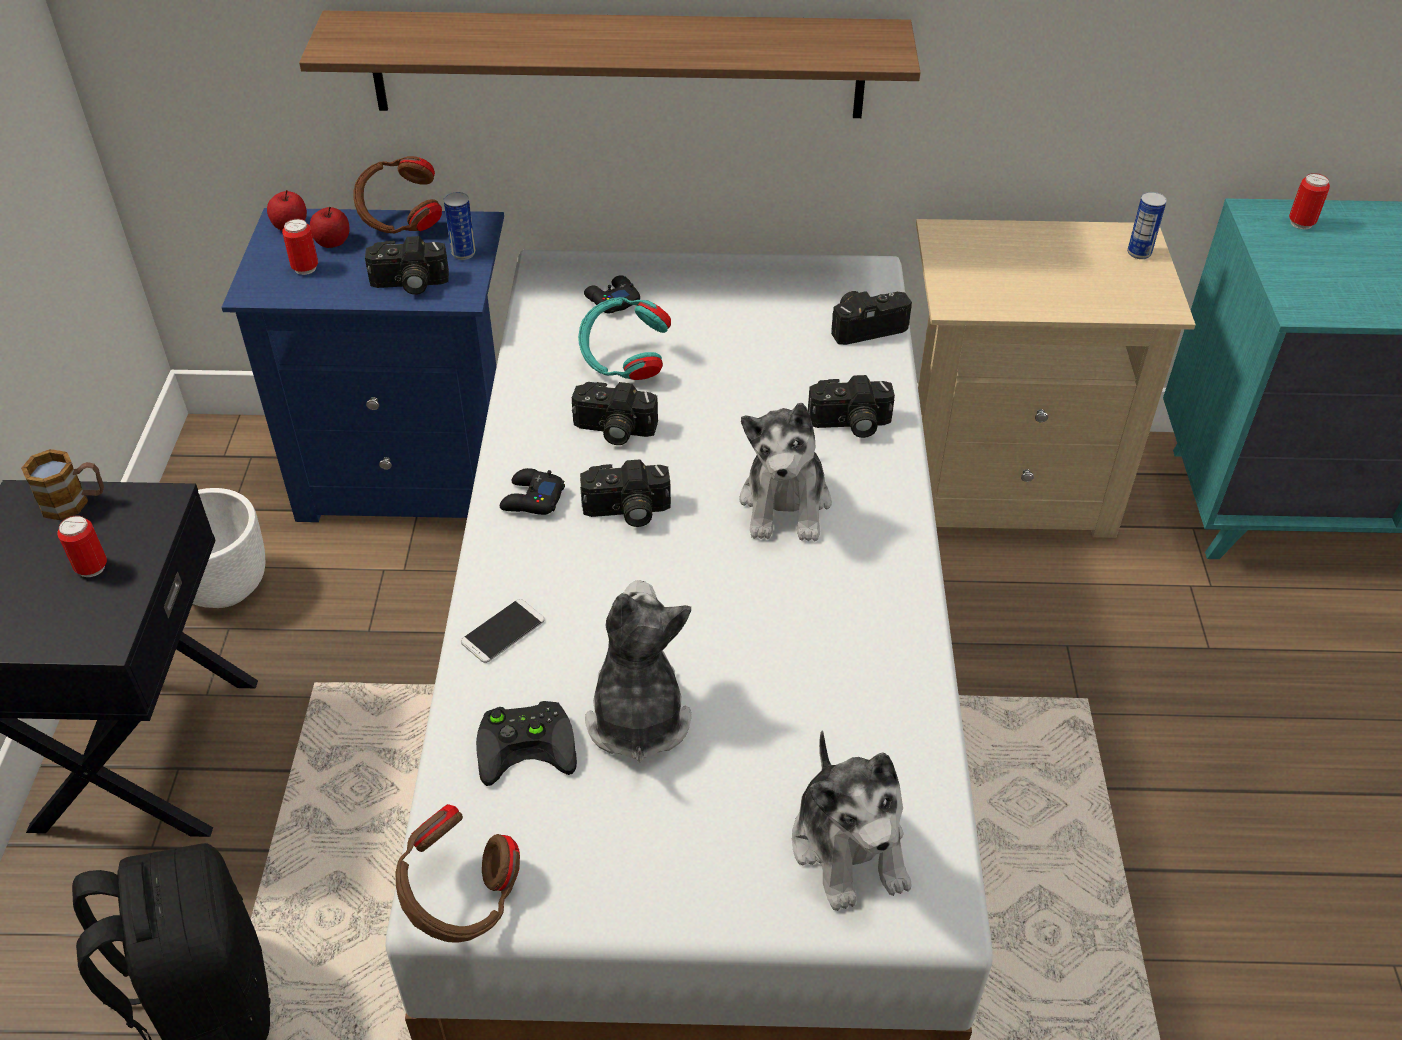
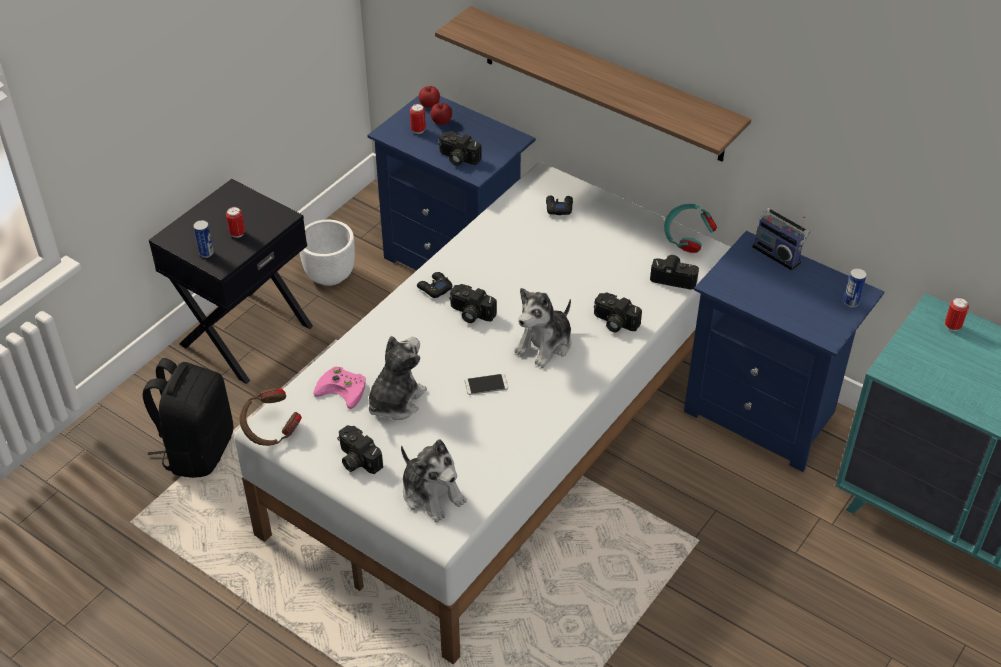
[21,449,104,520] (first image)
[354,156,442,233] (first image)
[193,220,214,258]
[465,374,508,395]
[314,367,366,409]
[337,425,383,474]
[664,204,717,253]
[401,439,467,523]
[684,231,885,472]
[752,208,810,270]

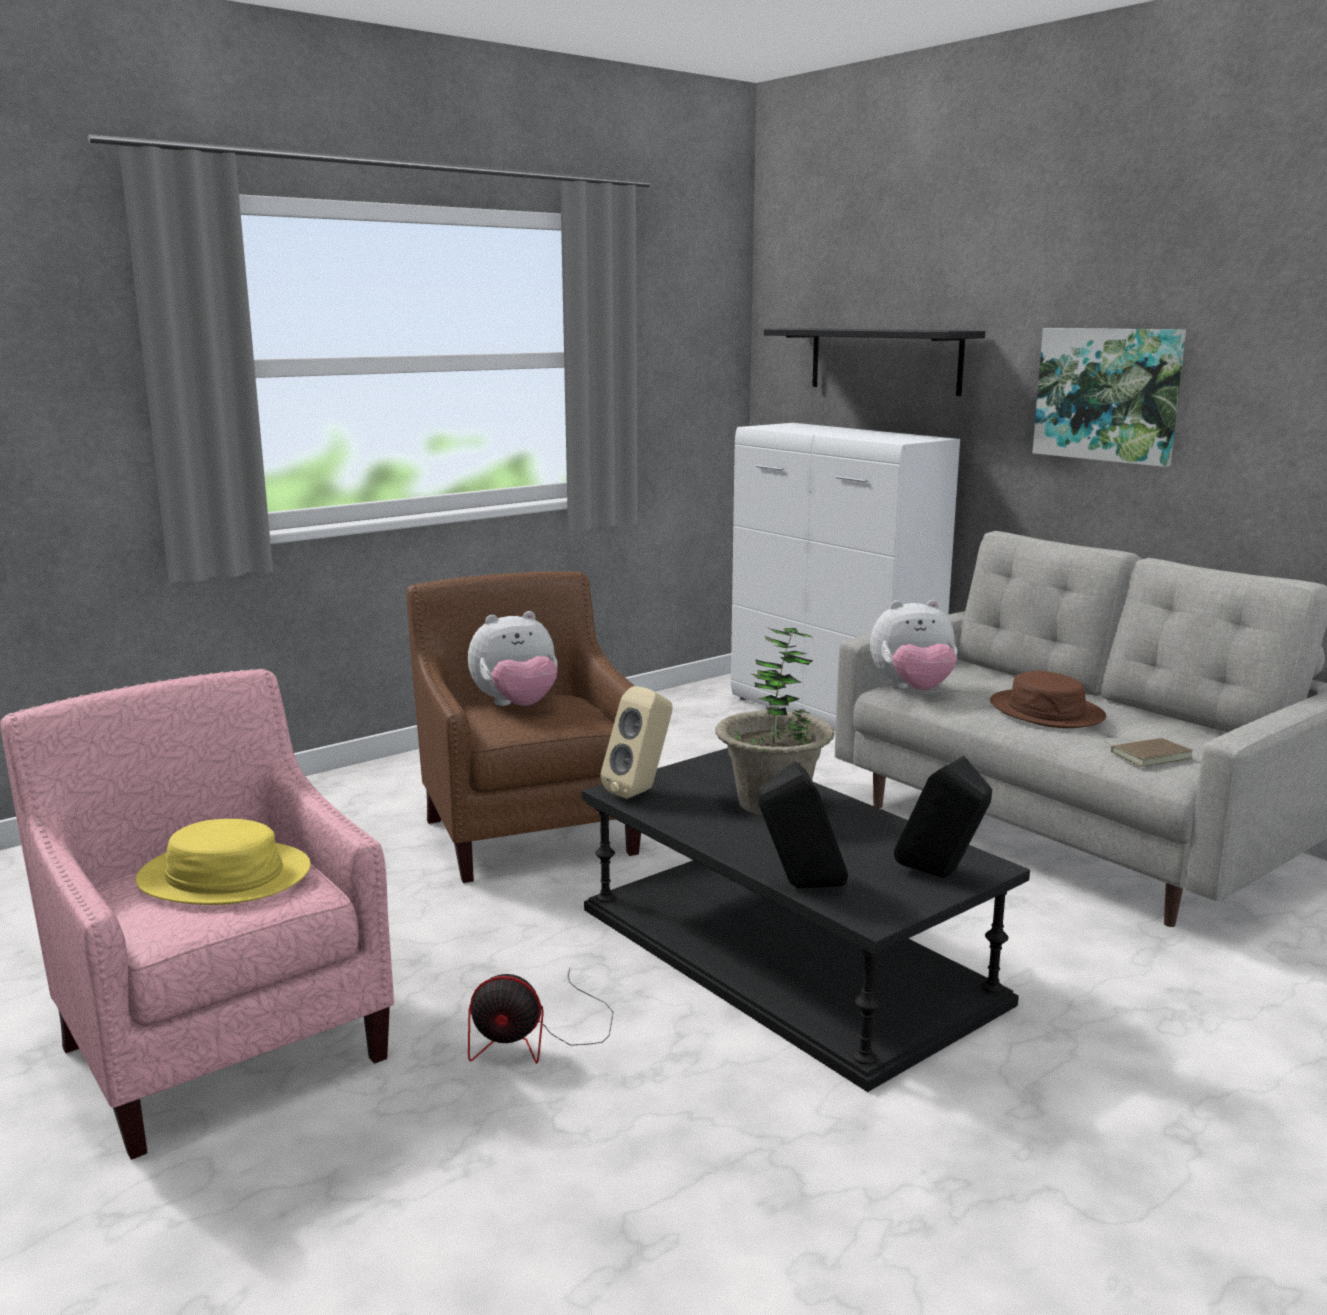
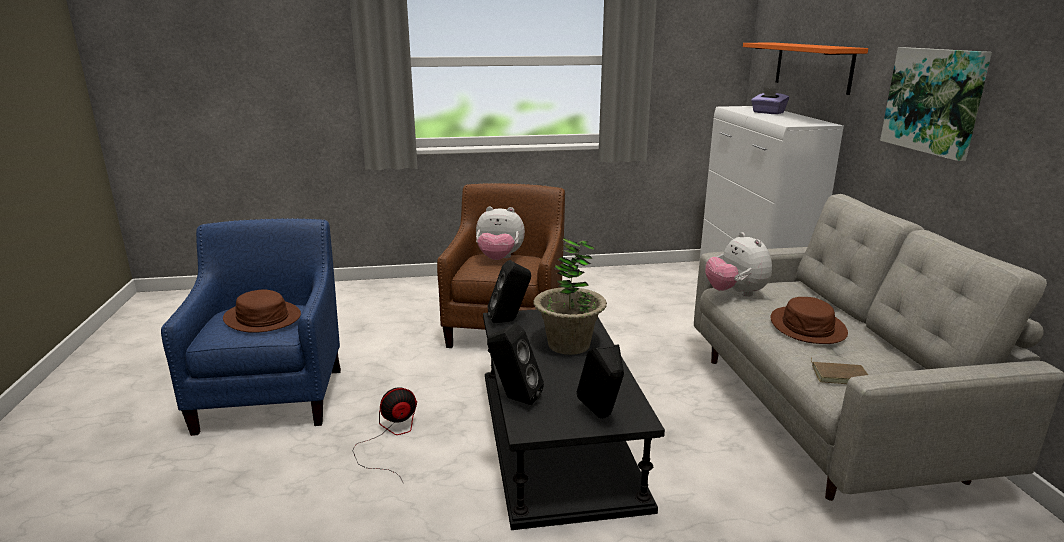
[161,218,341,436]
[223,290,301,333]
[353,387,417,482]
[487,260,531,323]
[743,43,868,95]
[705,232,772,297]
[751,87,789,114]

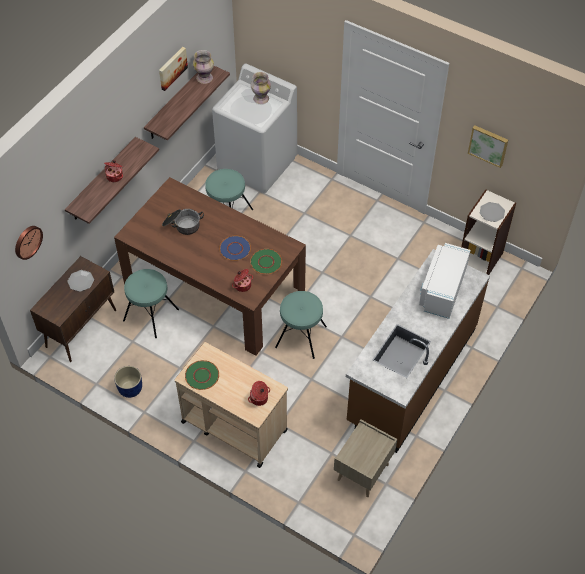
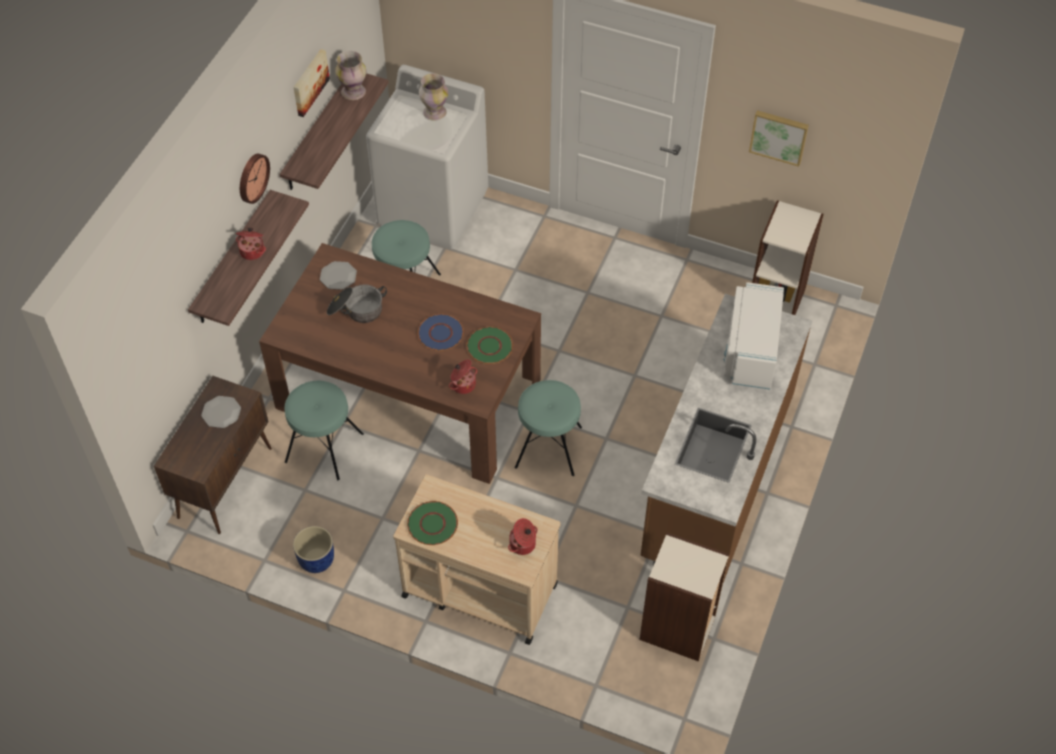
[240,154,270,204]
[639,533,730,662]
[320,261,357,290]

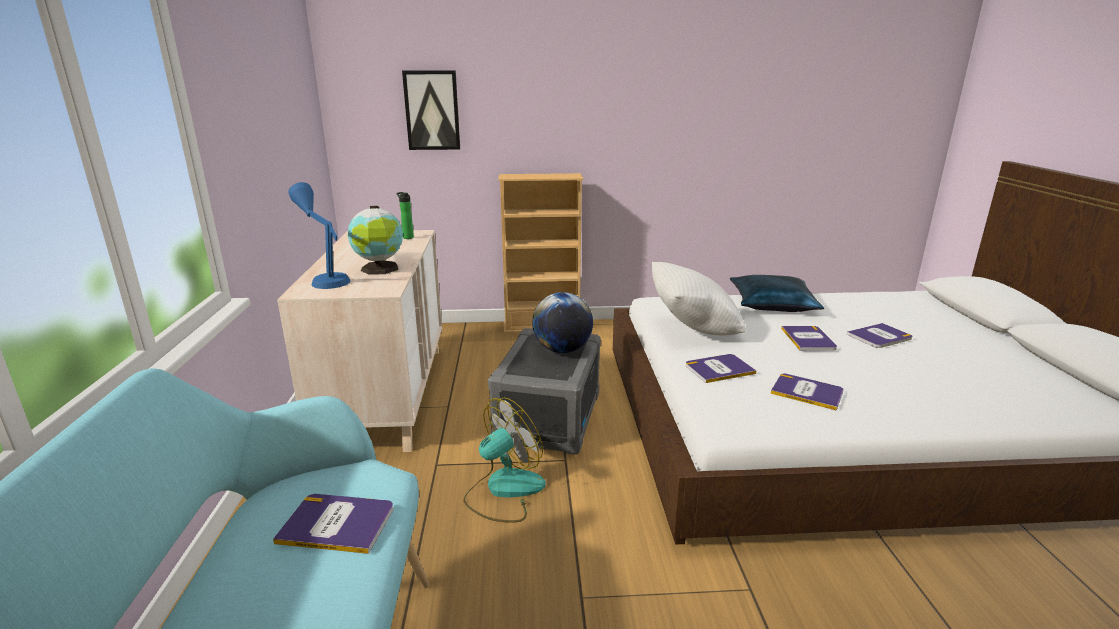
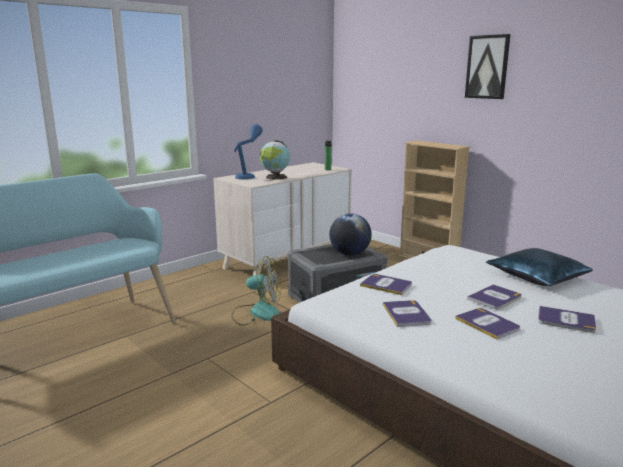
[455,308,520,339]
[465,34,511,99]
[652,262,746,335] (first image)

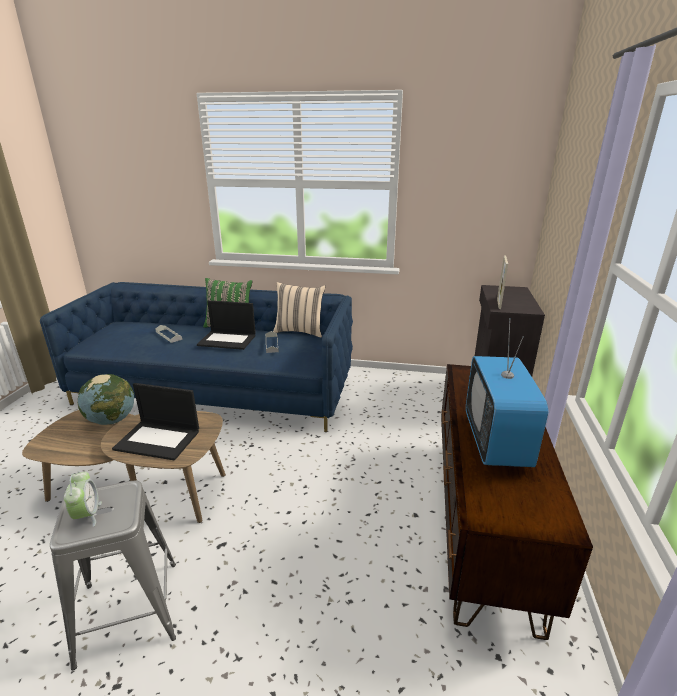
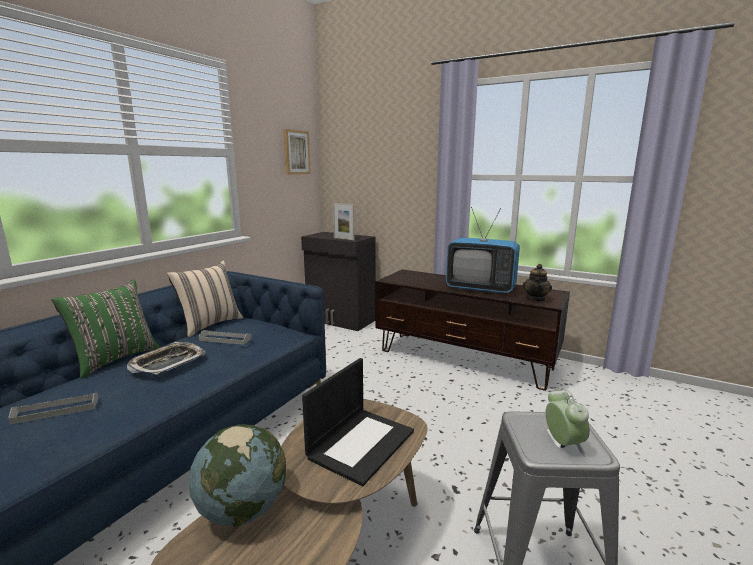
[546,388,590,457]
[127,342,206,375]
[283,129,311,175]
[523,264,552,302]

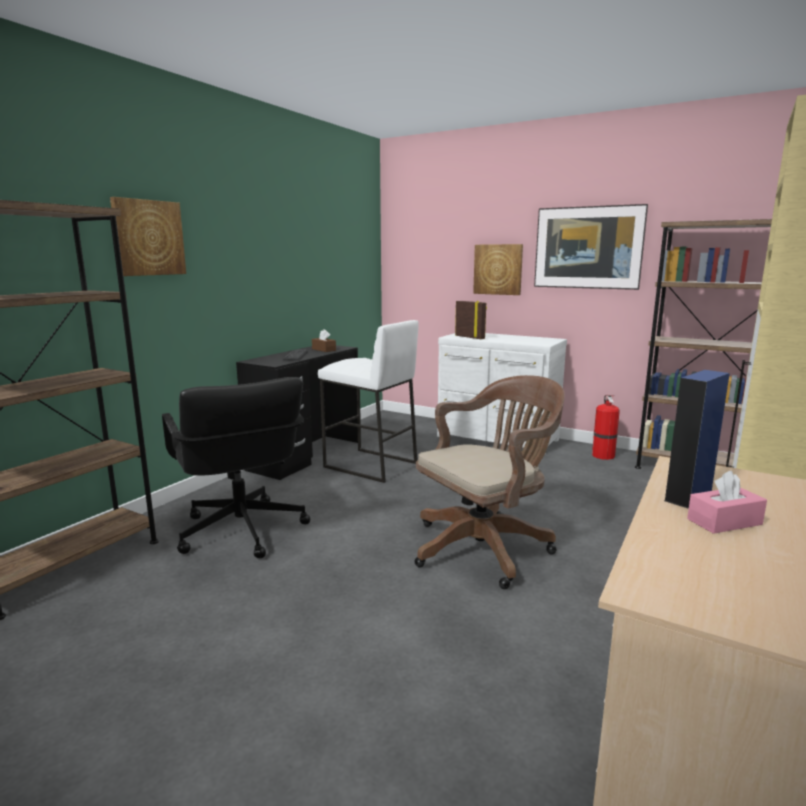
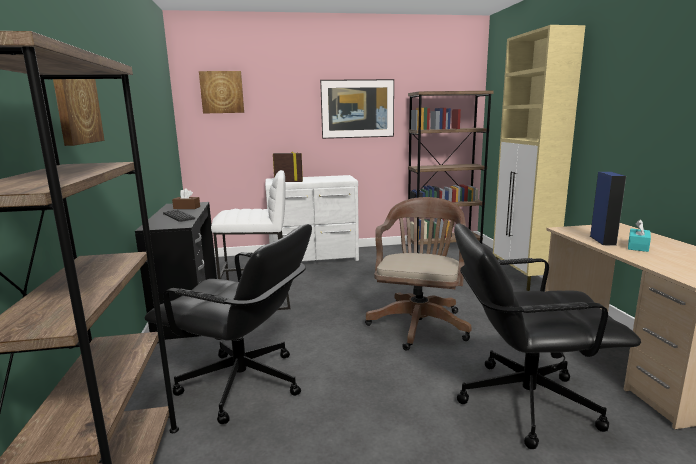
[199,71,244,114]
[592,395,620,460] (first image)
[628,219,651,252]
[454,223,641,449]

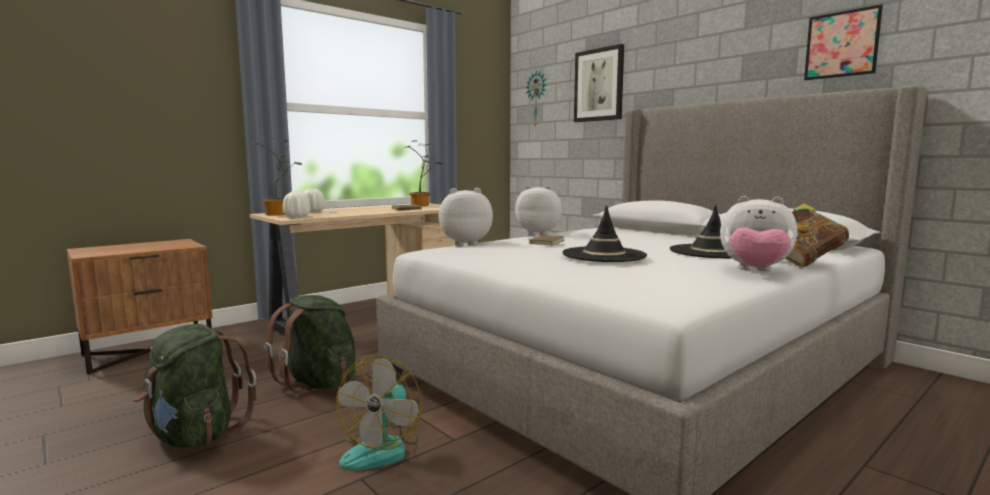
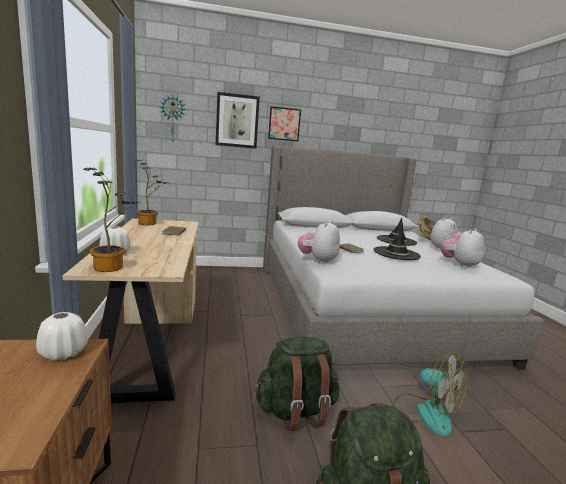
[36,312,88,361]
[441,229,484,268]
[268,106,301,141]

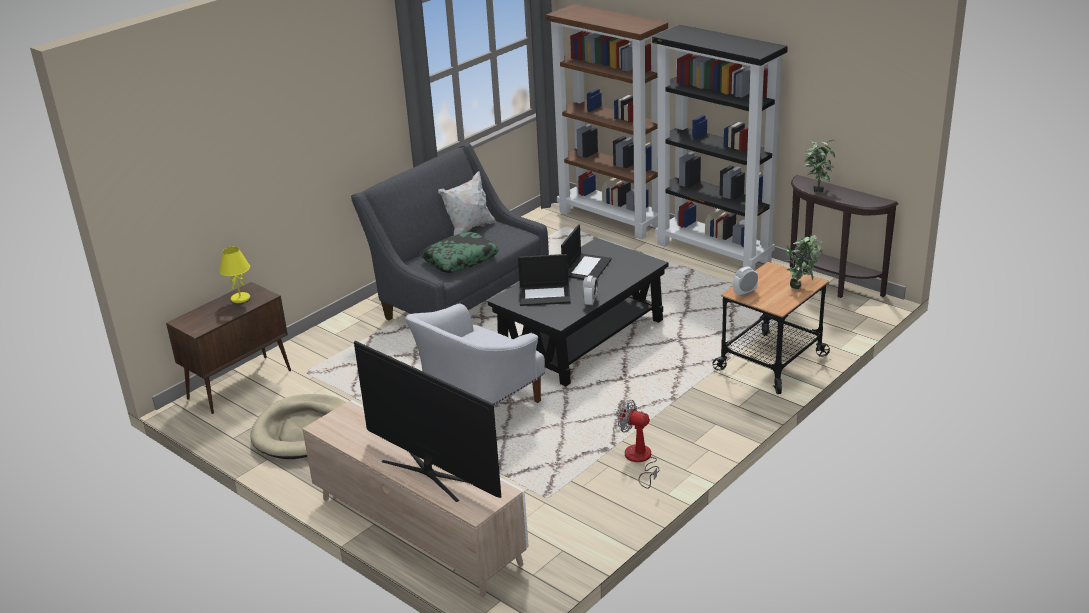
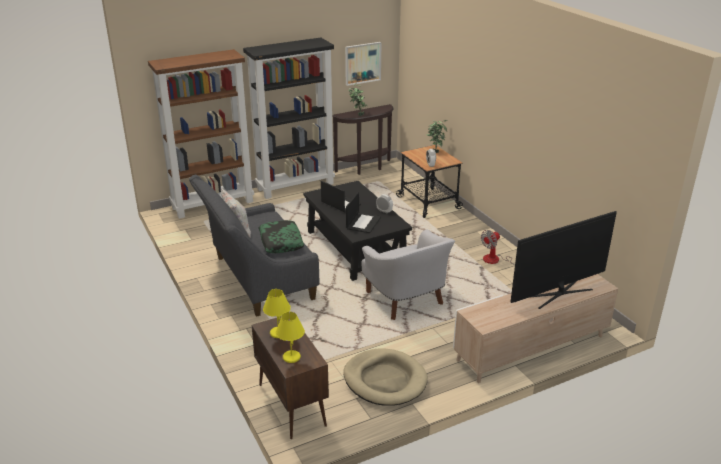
[276,312,305,363]
[345,42,381,86]

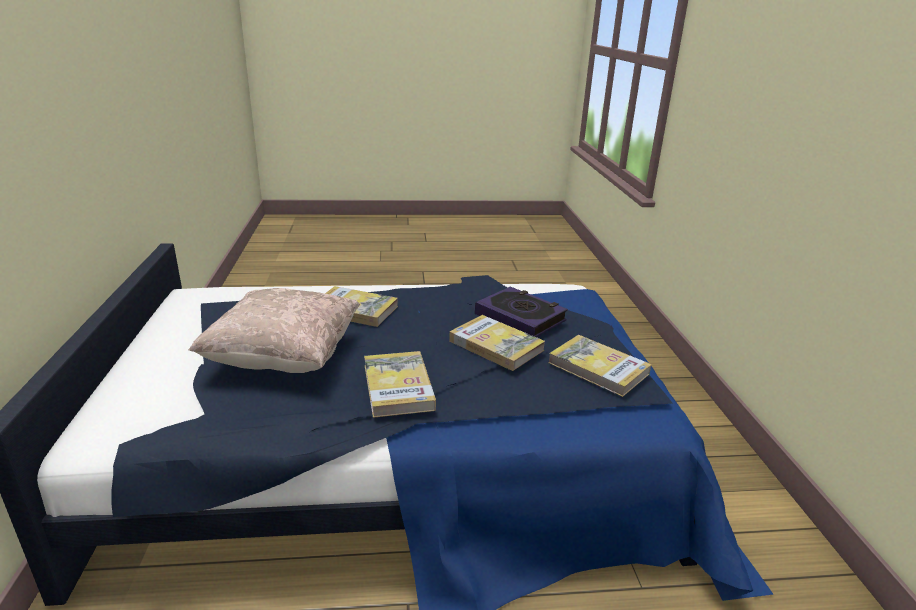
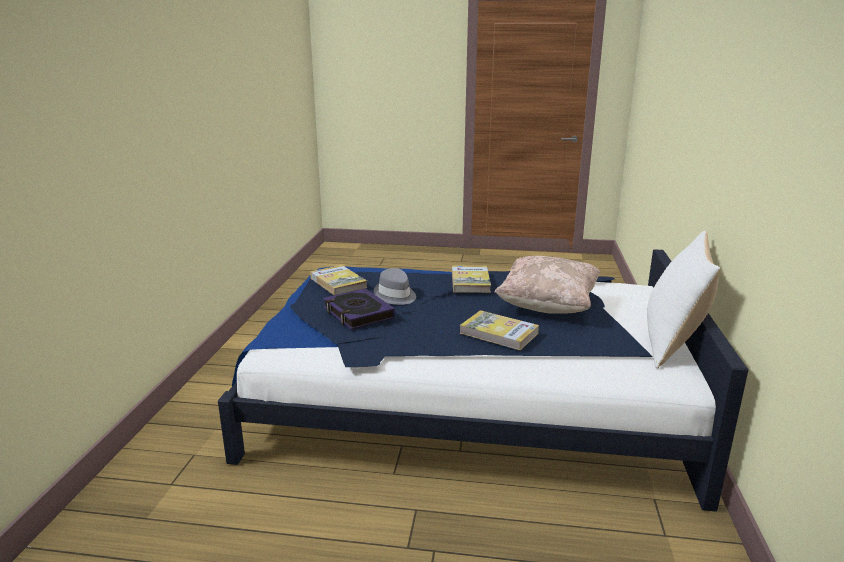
[374,268,416,305]
[647,231,721,368]

